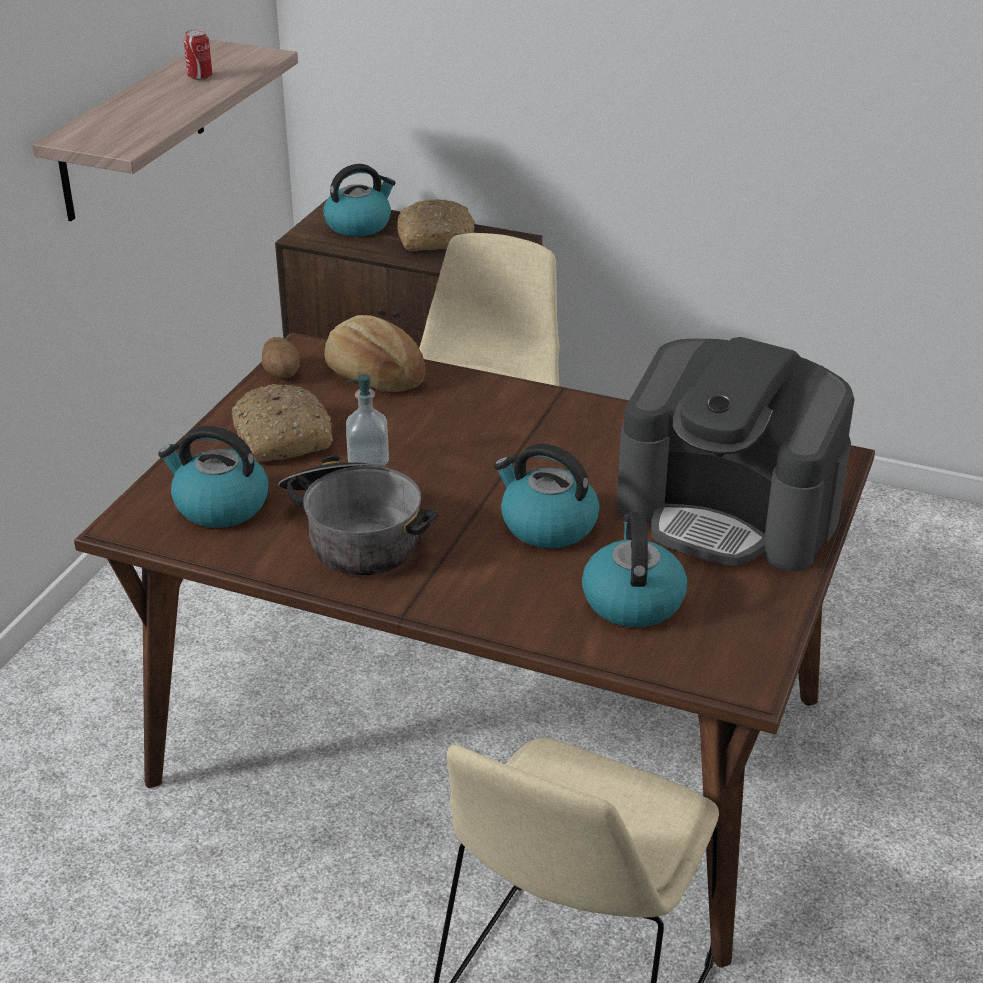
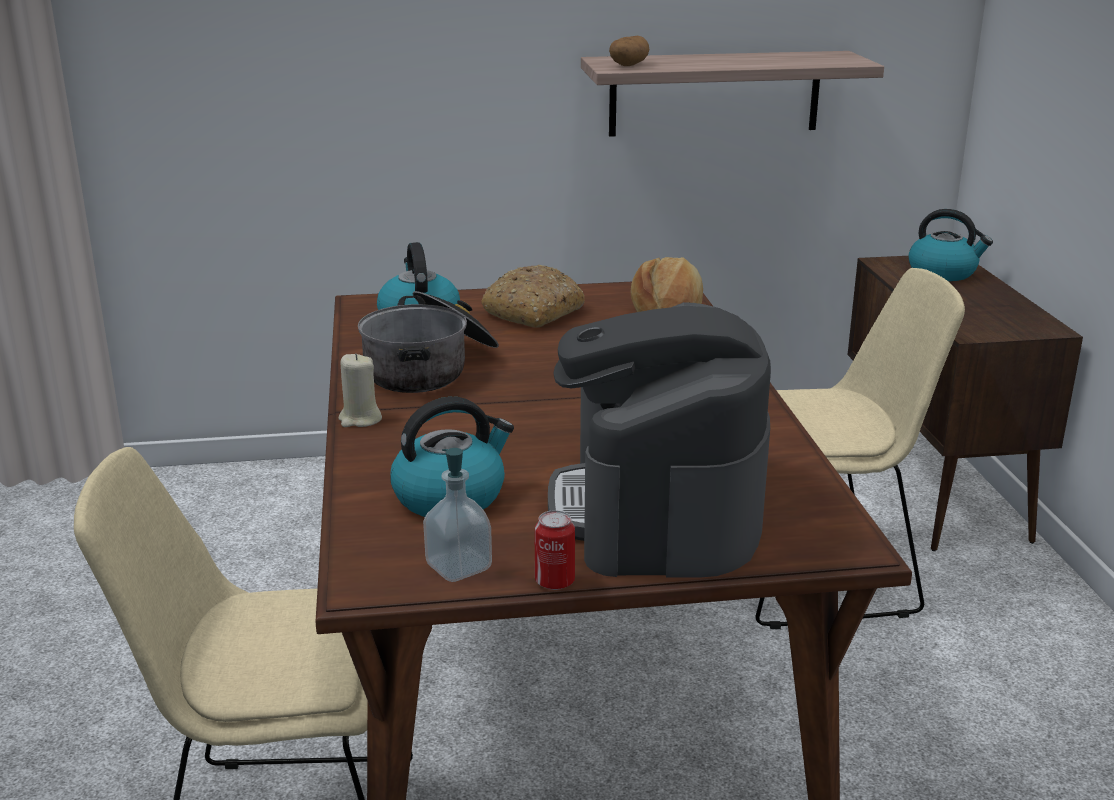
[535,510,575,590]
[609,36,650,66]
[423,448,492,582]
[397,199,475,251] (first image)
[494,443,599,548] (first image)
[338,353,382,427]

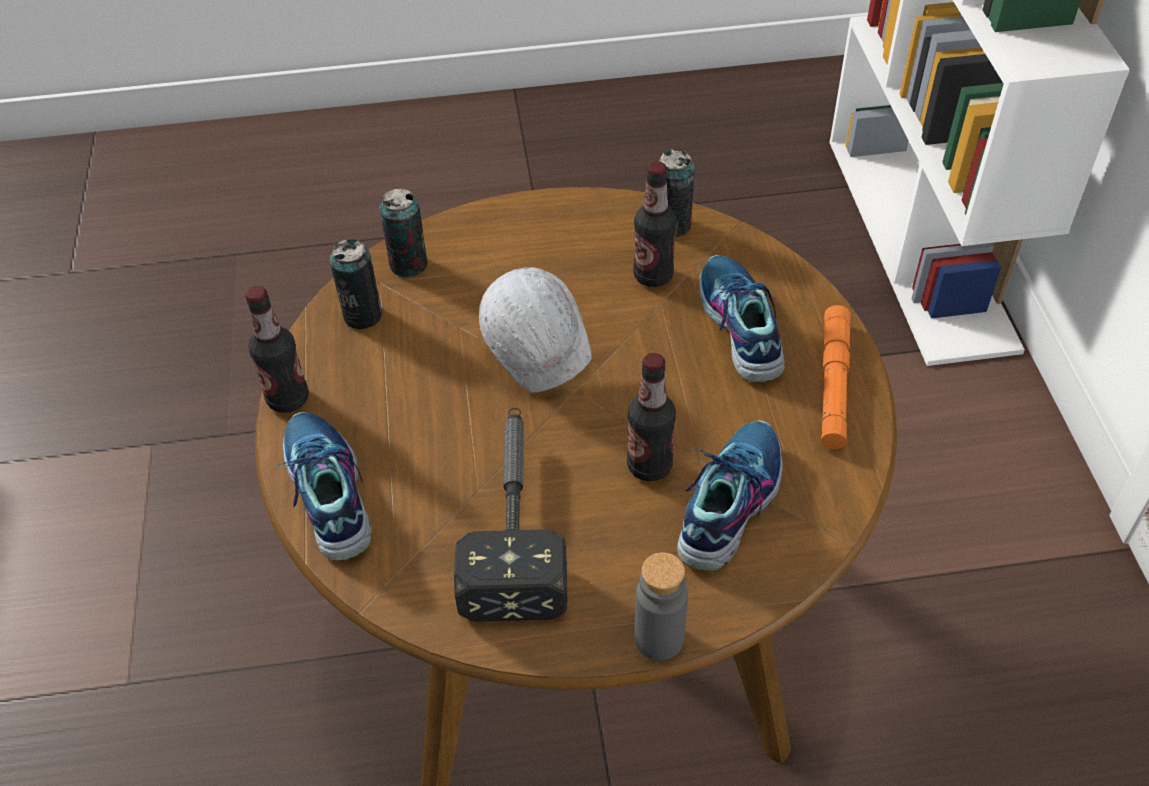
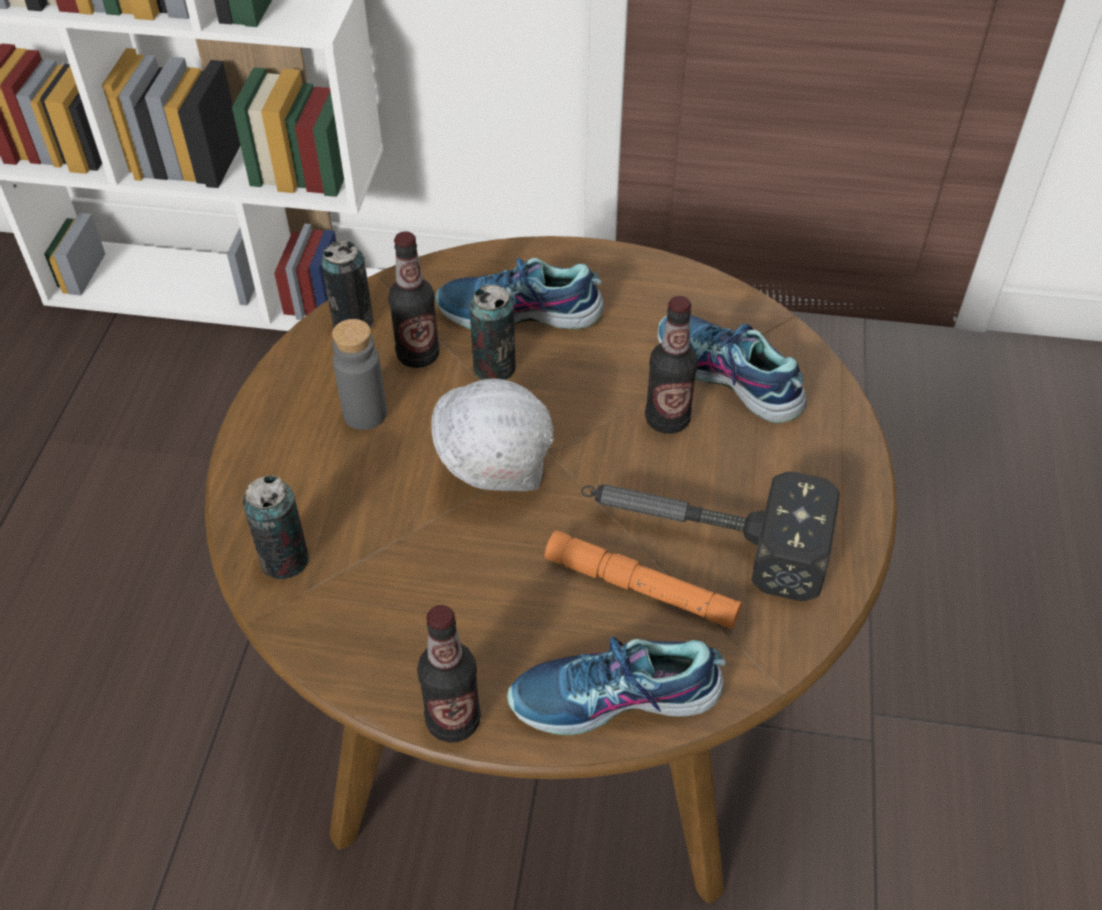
[469,285,516,380]
[332,319,387,430]
[545,530,742,629]

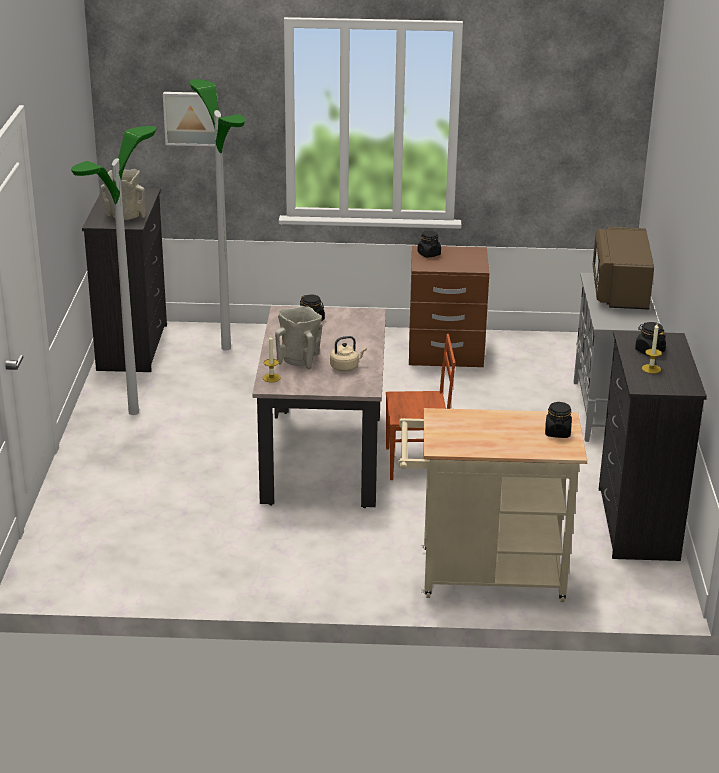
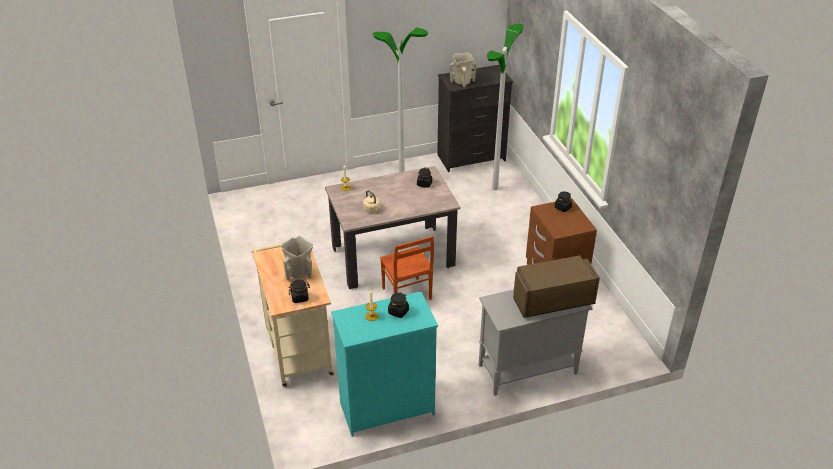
[163,92,218,146] (first image)
[281,236,313,281]
[331,291,438,437]

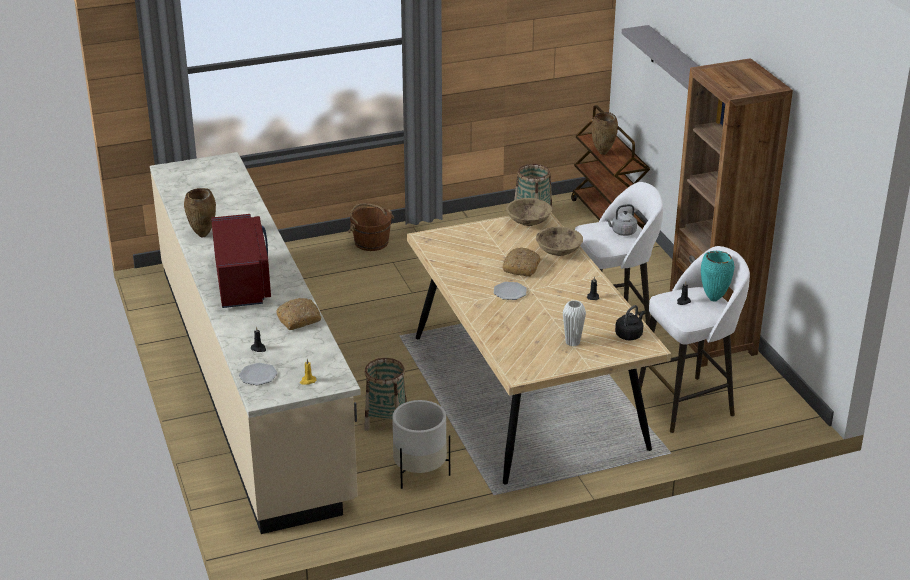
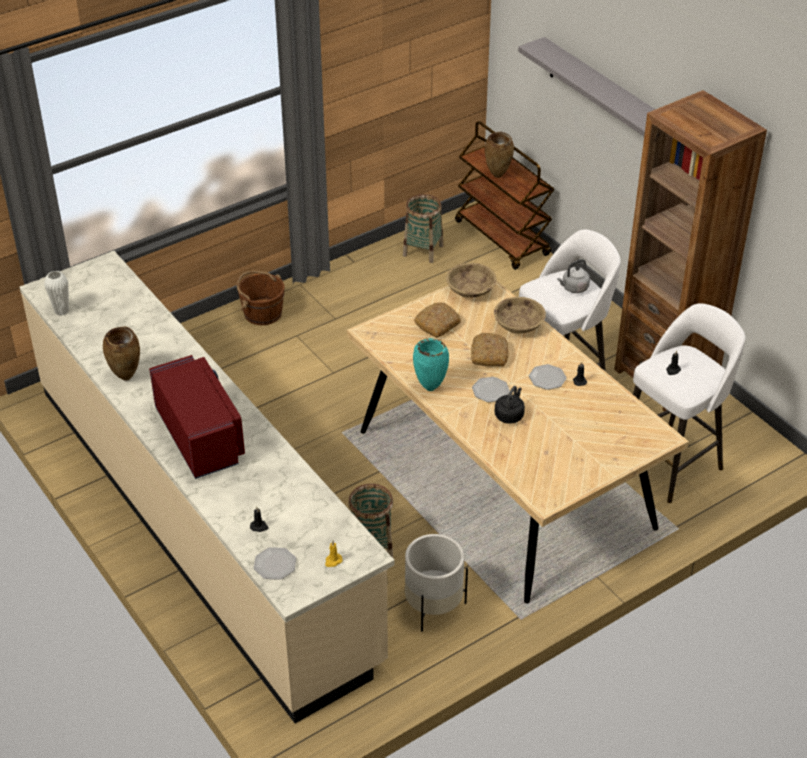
[414,302,461,338]
[44,271,69,316]
[494,386,525,424]
[413,338,449,391]
[529,364,567,390]

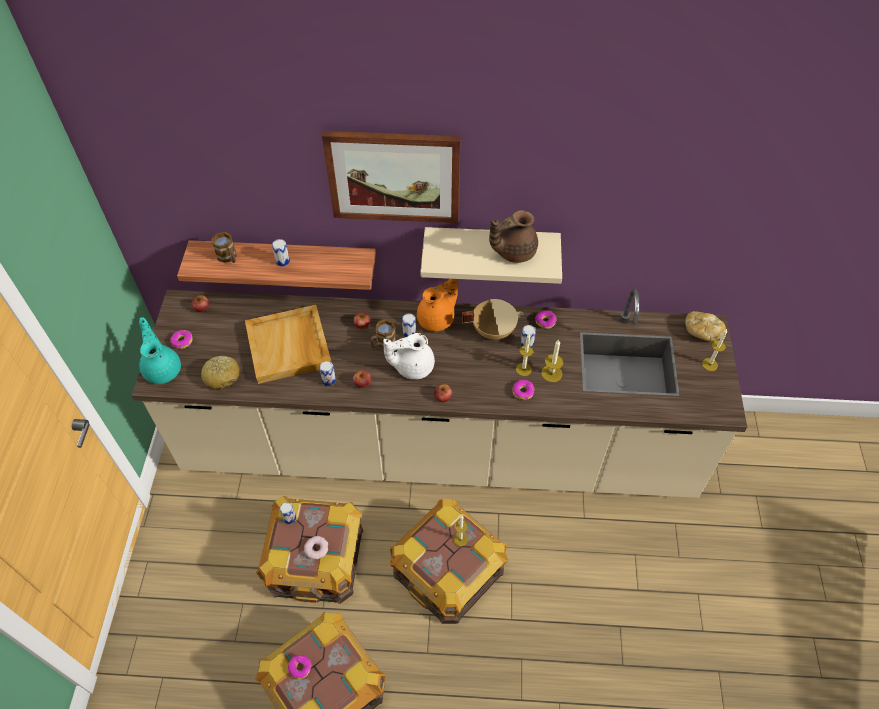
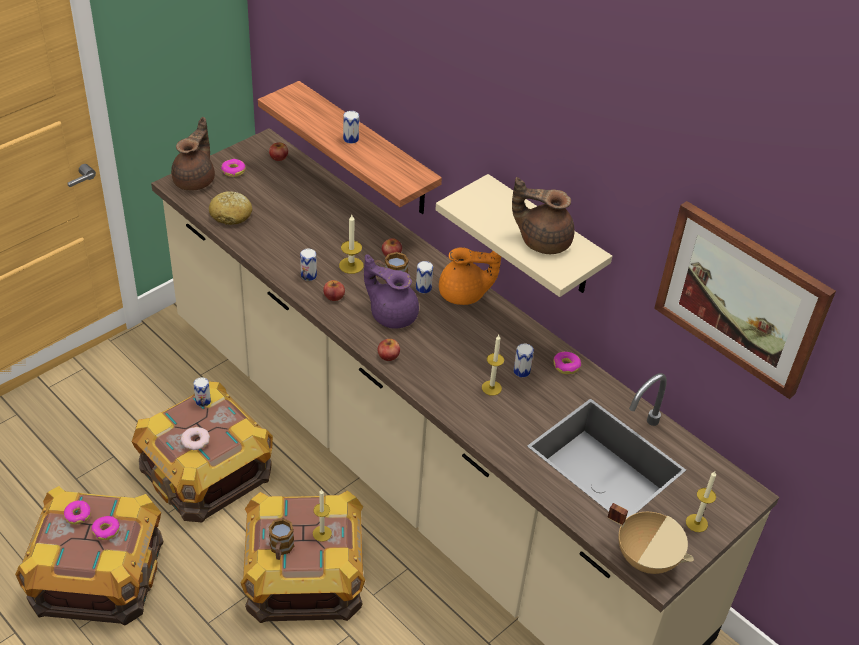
[171,117,215,190]
[269,518,294,560]
[245,305,331,384] (first image)
[654,201,836,399]
[364,254,419,329]
[607,503,694,574]
[92,516,120,540]
[339,215,364,274]
[685,311,726,341] (first image)

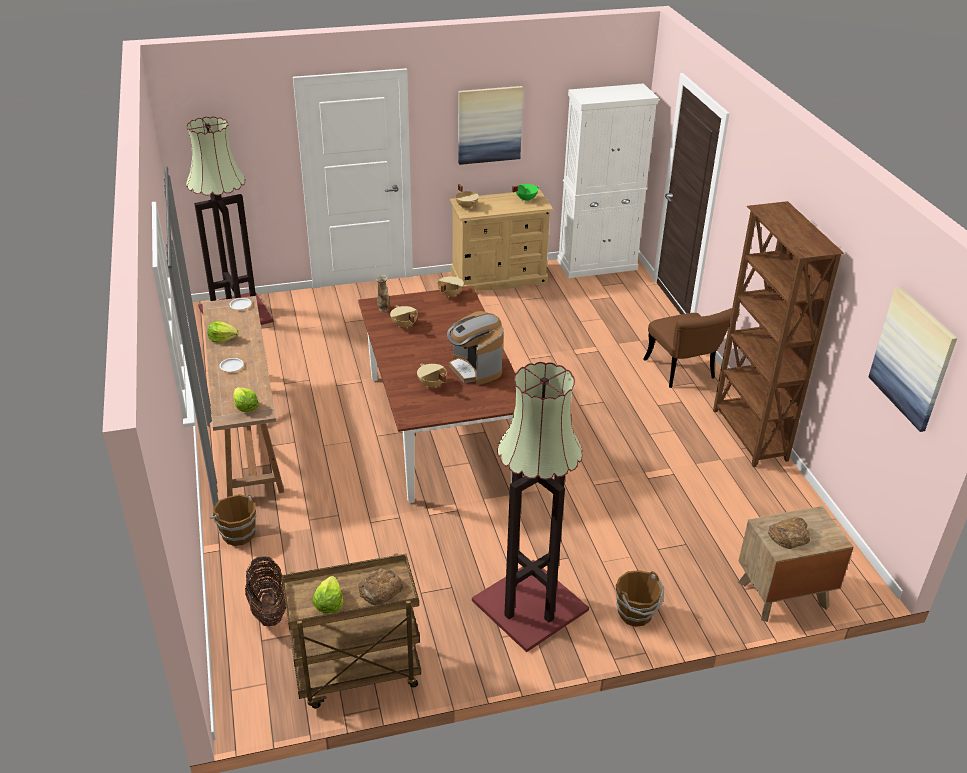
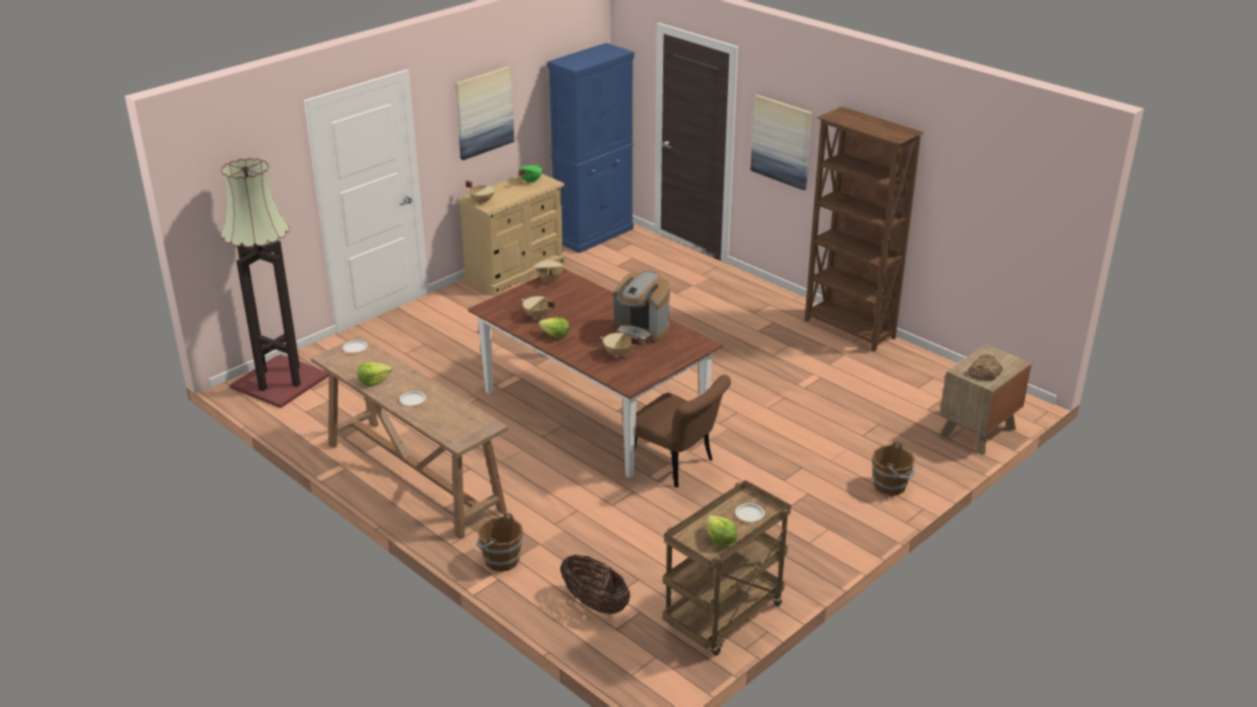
[538,317,570,338]
[735,503,764,522]
[376,275,390,312] (first image)
[472,362,589,652] (first image)
[547,43,634,253]
[635,375,731,488]
[750,95,812,190]

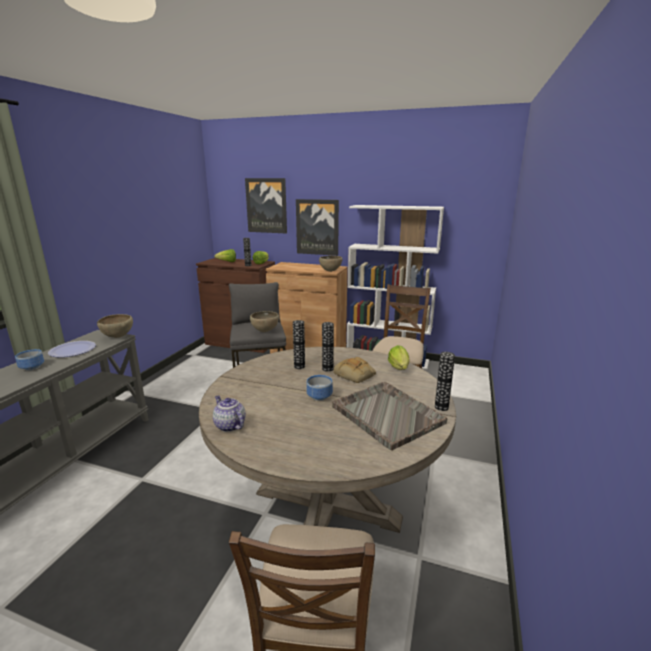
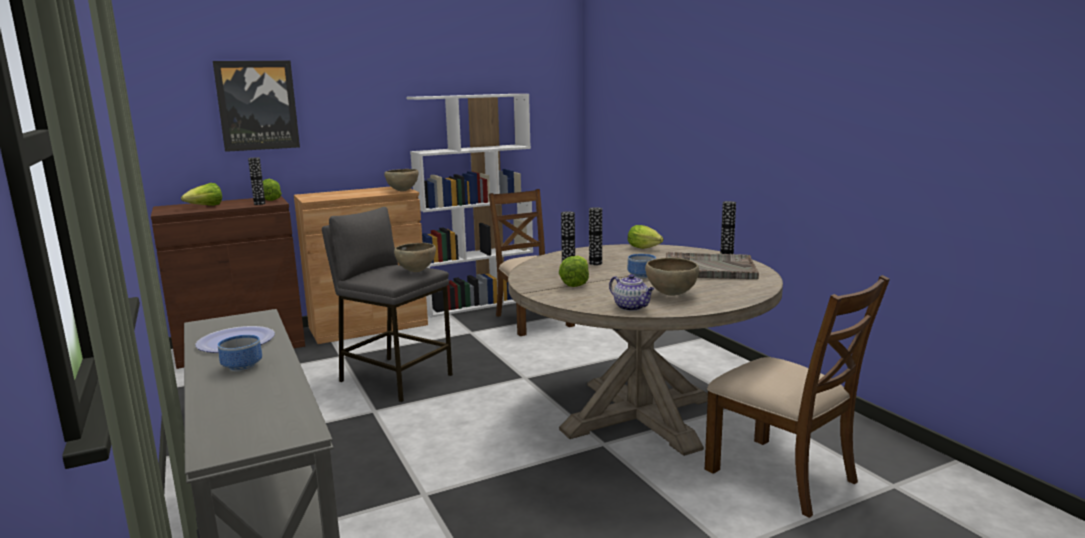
[645,258,699,296]
[609,274,655,311]
[296,199,339,256] (first image)
[334,357,376,383] (first image)
[559,255,589,287]

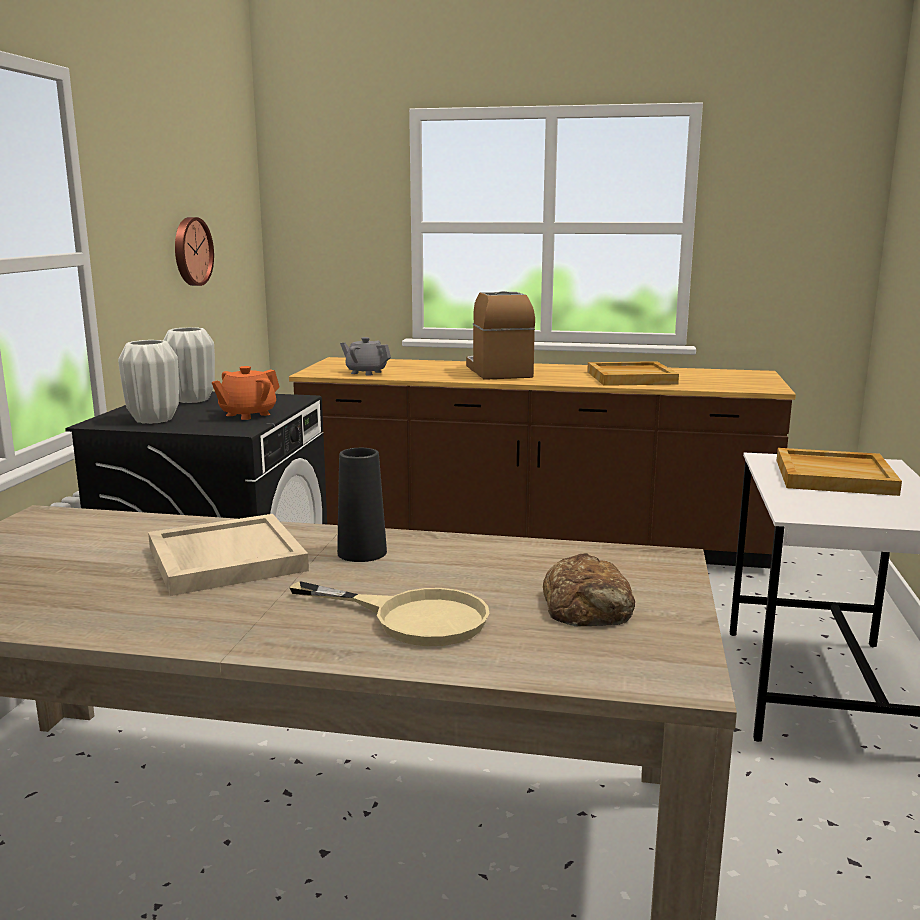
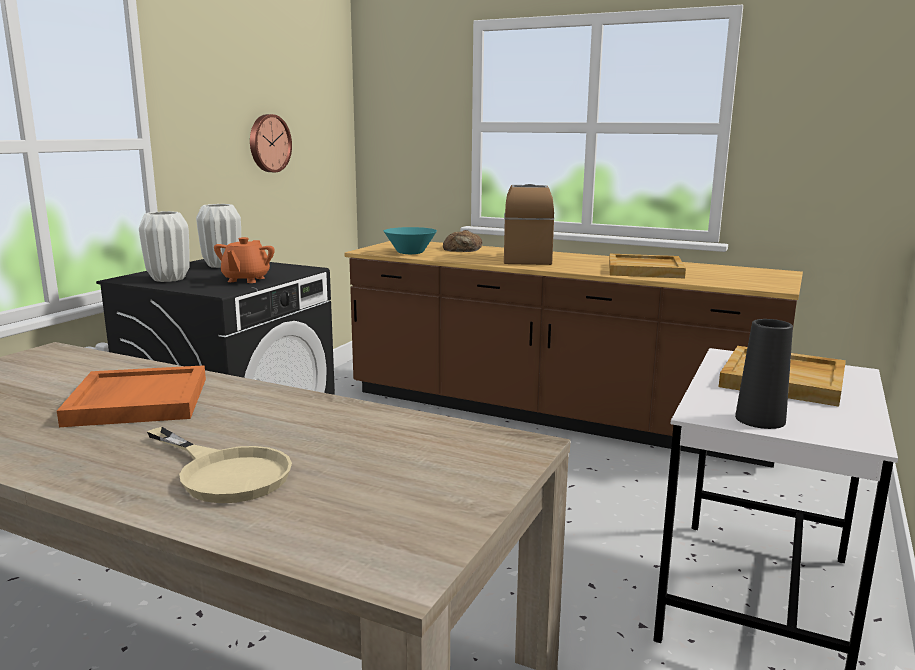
[57,365,206,427]
[214,237,275,283]
[735,319,793,429]
[384,227,437,254]
[443,230,482,252]

